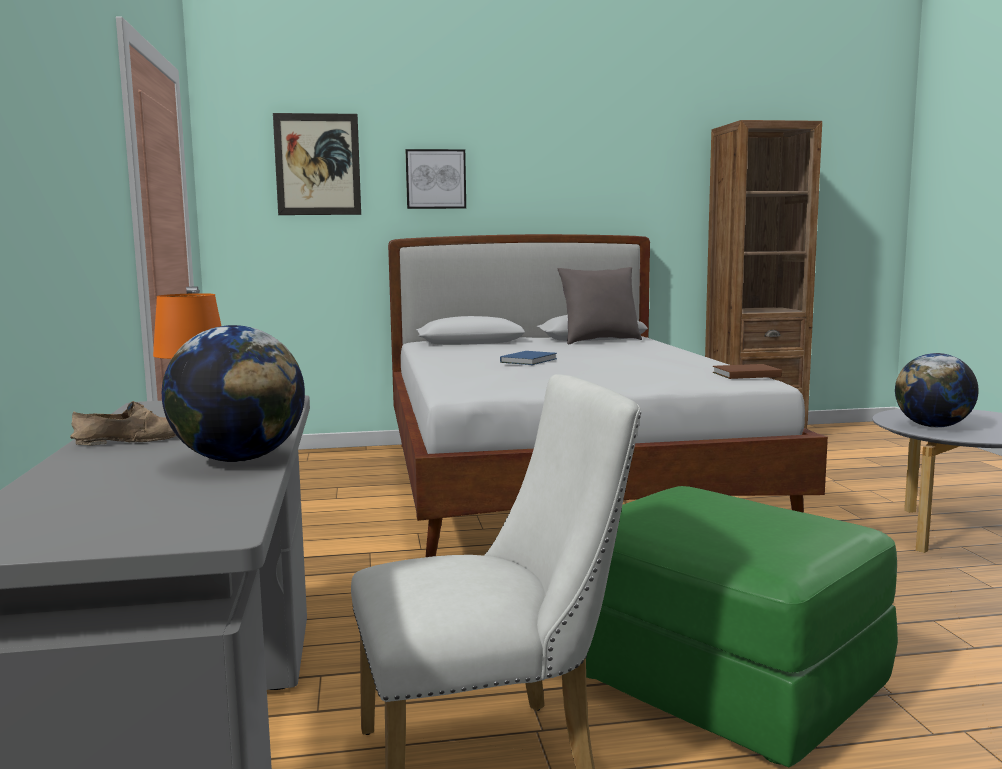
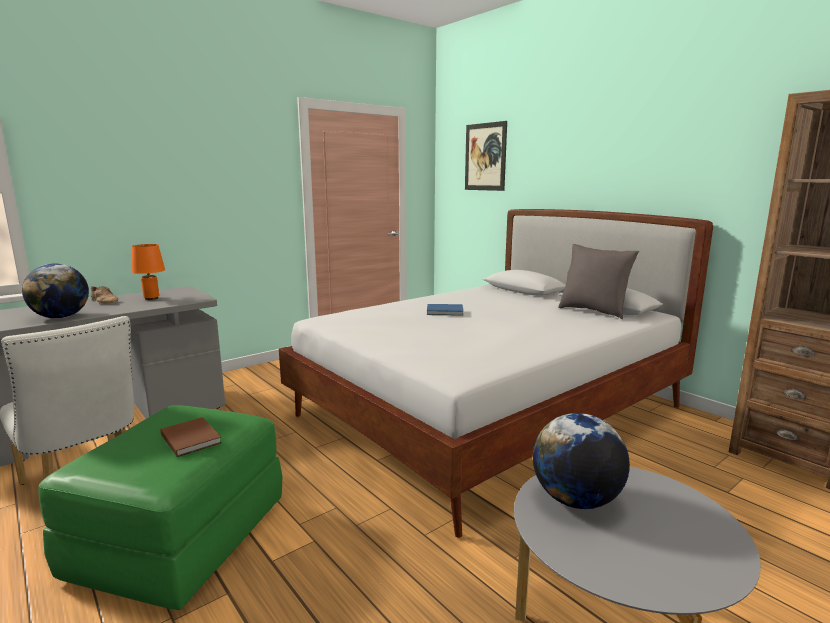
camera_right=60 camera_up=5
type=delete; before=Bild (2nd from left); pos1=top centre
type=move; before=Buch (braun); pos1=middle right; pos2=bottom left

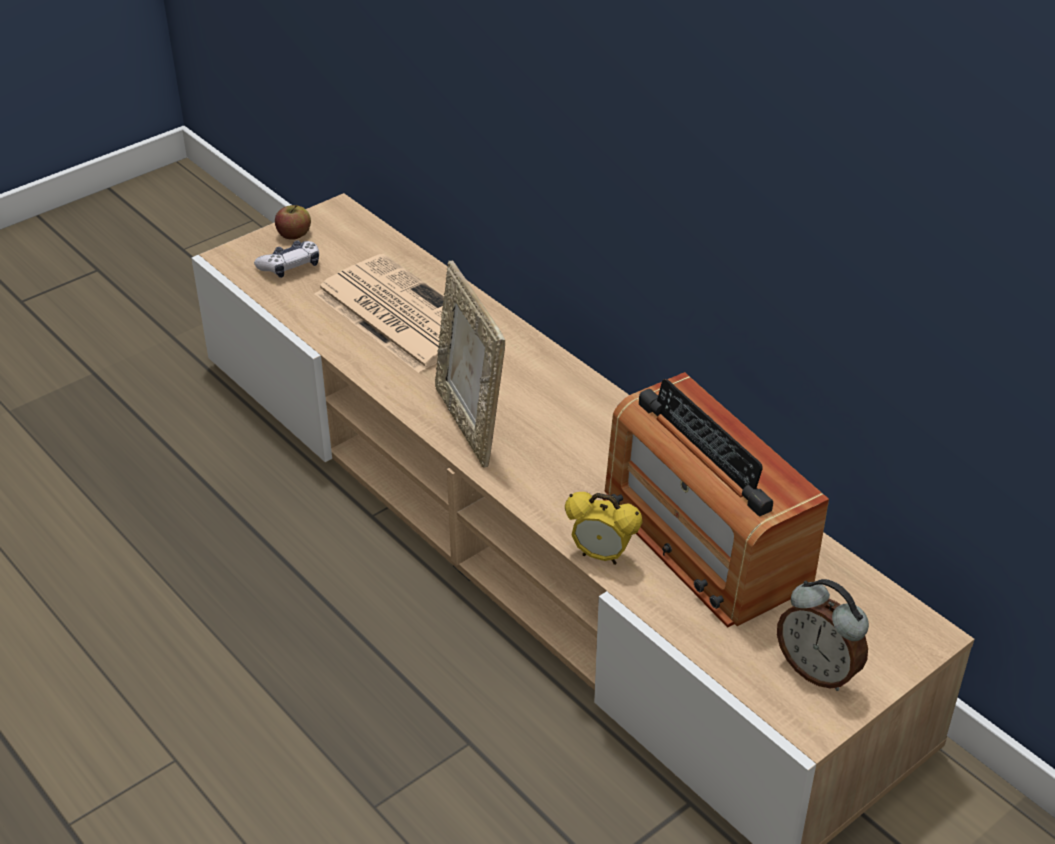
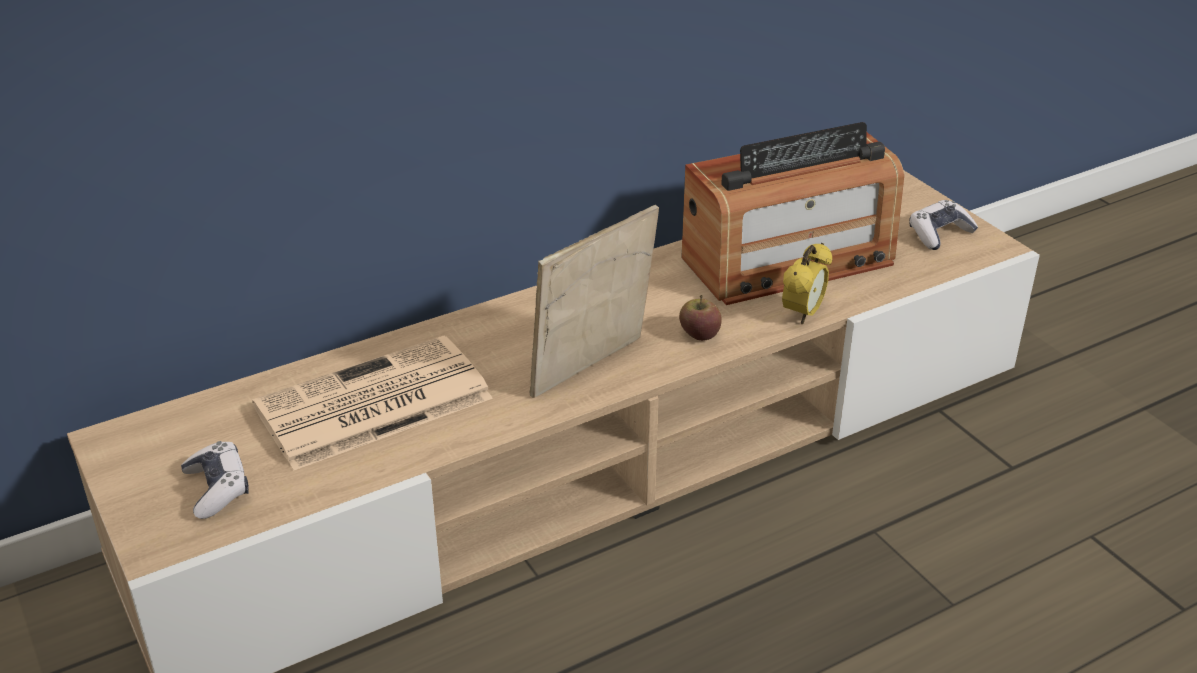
camera_right=-80 camera_up=-5
type=move; before=Apfel; pos1=top left; pos2=centre
type=rotate; before=Bilderrahmen; pos1=centre; pos2=centre; turn=150
type=replace; before=Wecker (2nd from left); after=Gamepad (2nd from left); pos1=bottom right; pos2=middle right

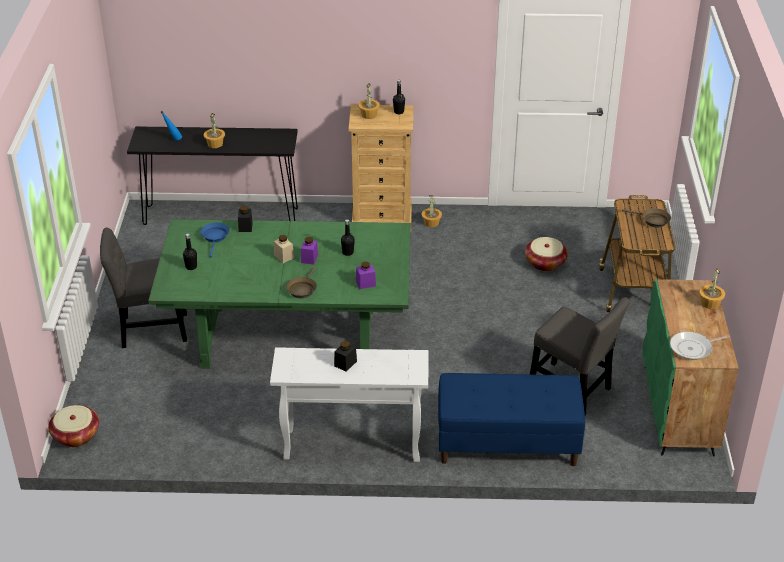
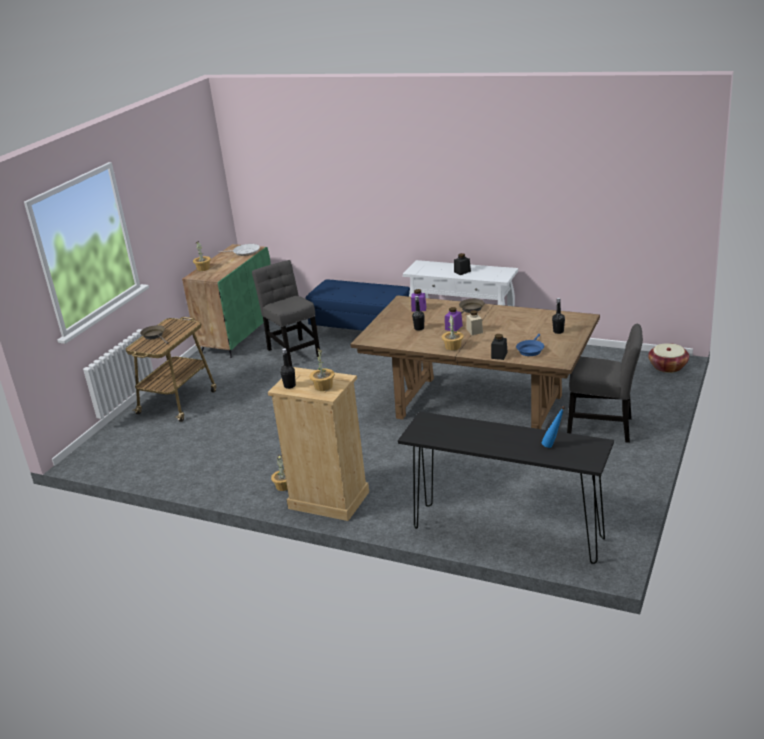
camera_right=-155 camera_up=-10
type=recolor; before=Esstisch (grün); after=Esstisch (braun); pos1=centre; pos2=centre
type=move; before=Topfpflanze (1st from left in the first image); after=Topfpflanze (4th from left); pos1=top left; pos2=centre
type=delete; before=Korb (2nd from left); pos1=middle right

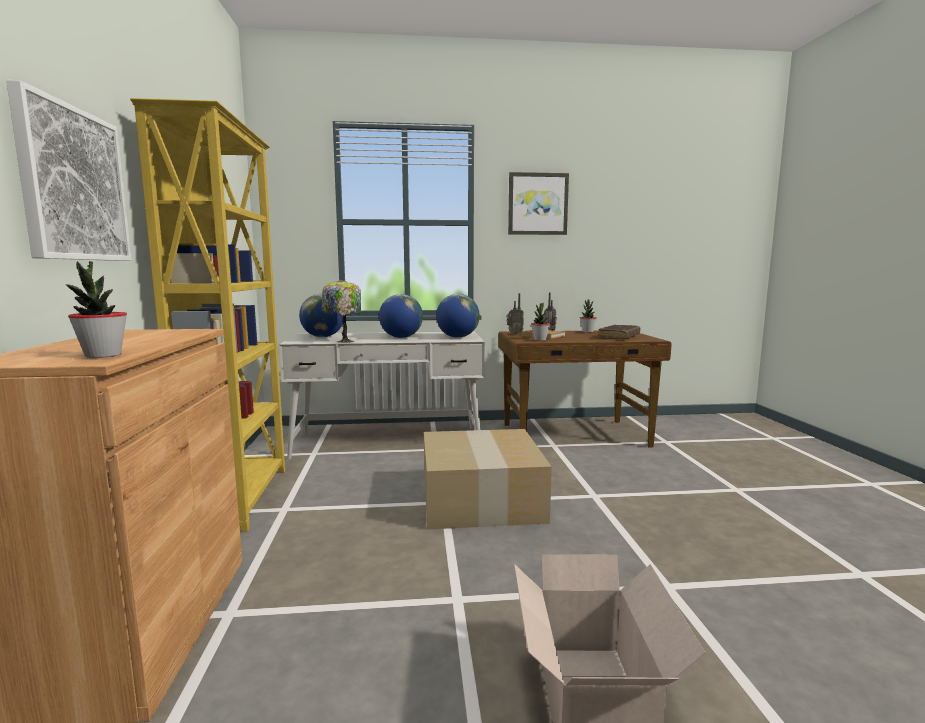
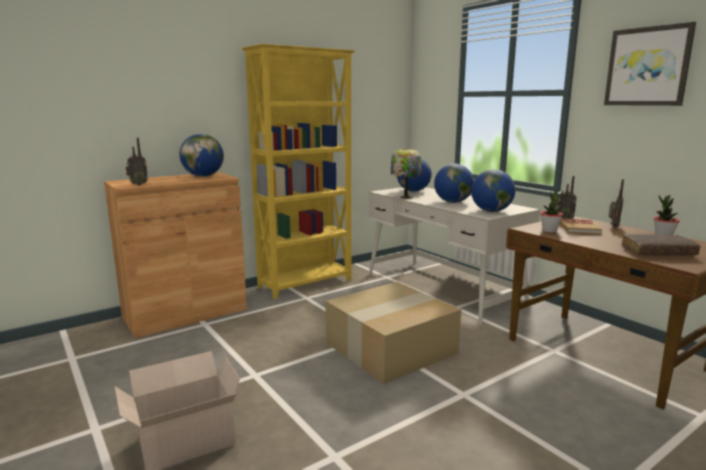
camera_right=60 camera_up=5
type=delete; before=Bild (1st from left); pos1=top left
type=replace; before=Topfpflanze (1st from left); after=Radio (1st from left); pos1=middle left; pos2=middle left
type=insert; after=Globus (1st from left); pos2=top left

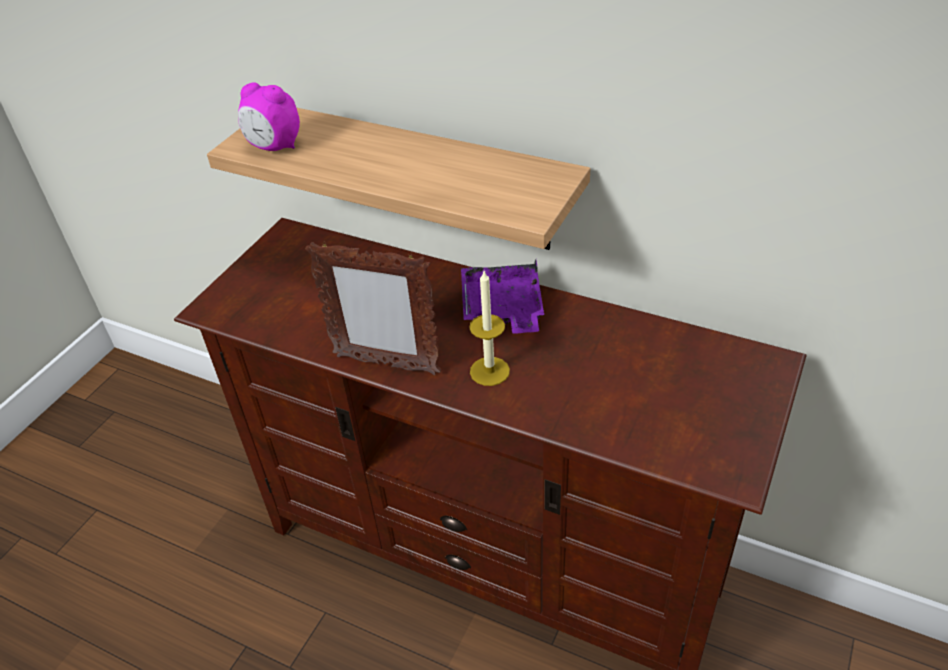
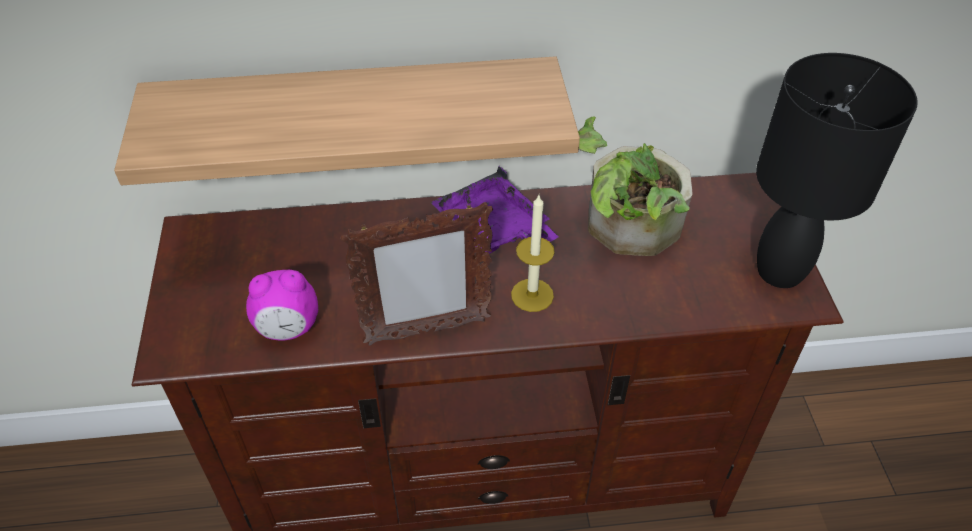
camera_right=-35 camera_up=5
type=move; before=Wecker; pos1=top left; pos2=middle left
type=insert; after=Topfpflanze; pos2=centre
type=insert; after=Tischlampe (schwarz); pos2=top right

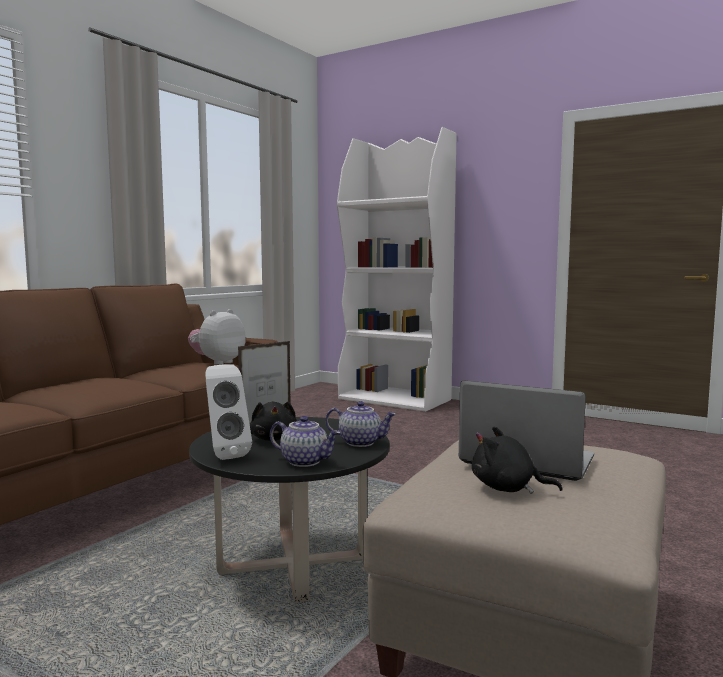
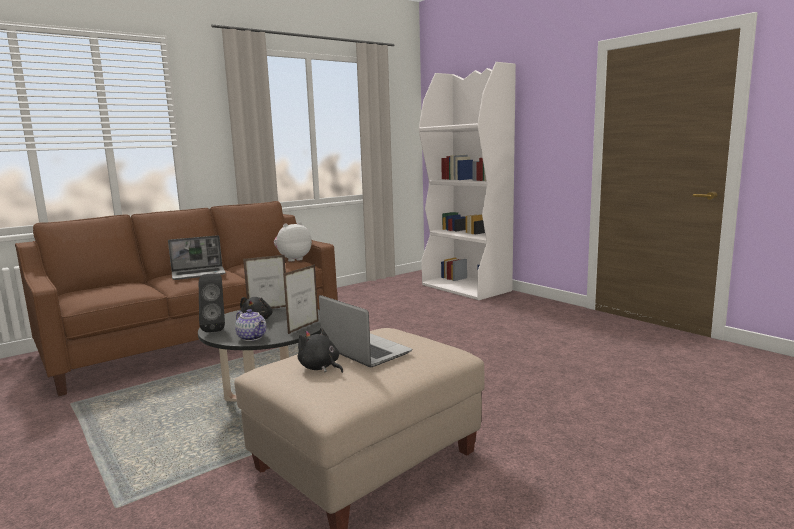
camera_right=20 camera_up=5
type=recolor; before=Lautsprecher (weiß); after=Lautsprecher (schwarz); pos1=middle left; pos2=middle left
type=replace; before=Teekanne (2nd from left); after=Bilderrahmen (2nd from left); pos1=centre; pos2=centre
type=insert; after=Laptop (1st from left); pos2=middle left

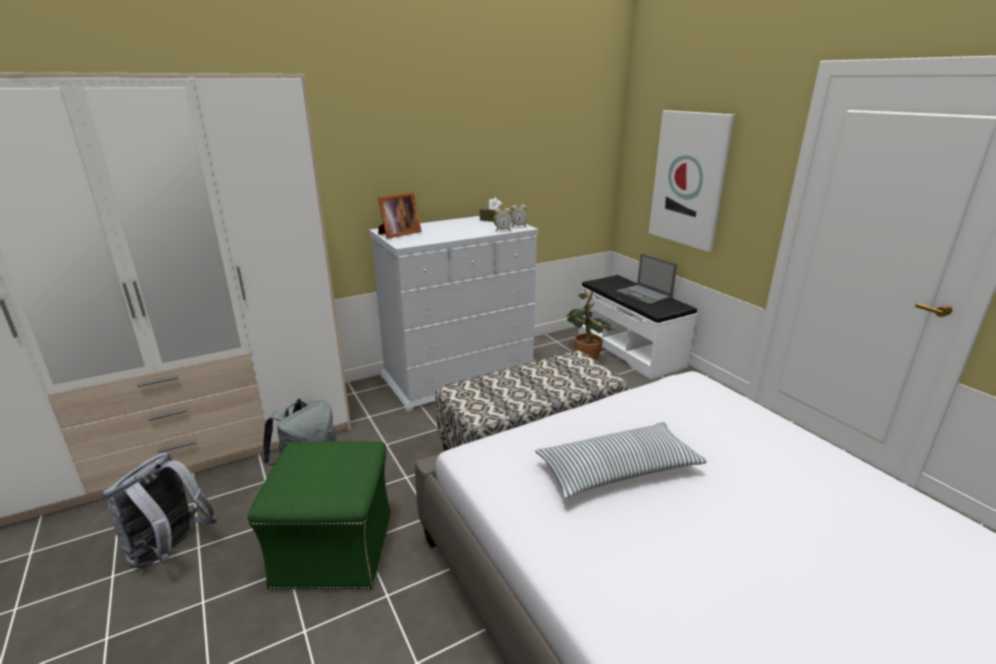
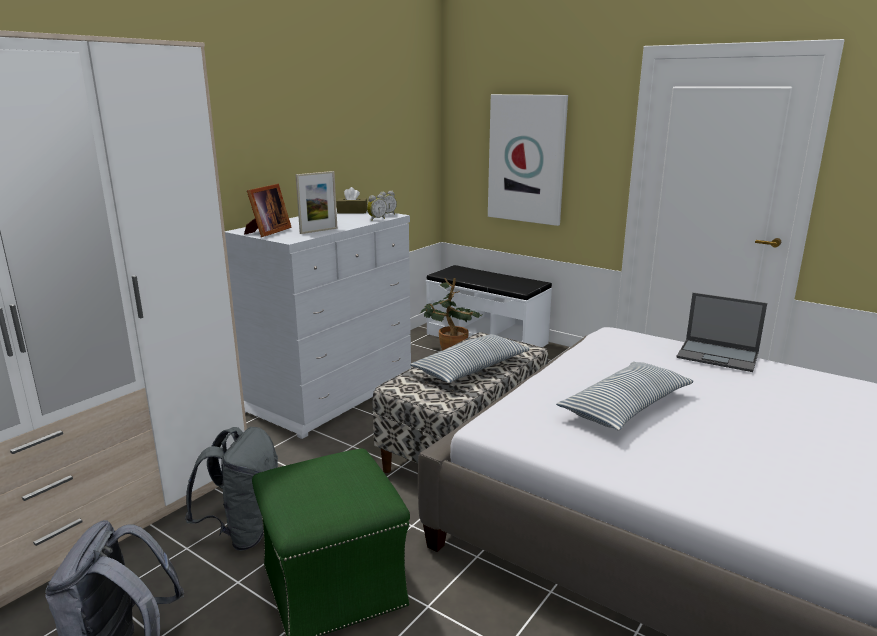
camera_right=-25 camera_up=-5
type=move; before=Laptop; pos1=centre; pos2=middle right
type=insert; after=Bilderrahmen (2nd from left); pos2=top centre
type=insert; after=Kissen (1st from left); pos2=centre

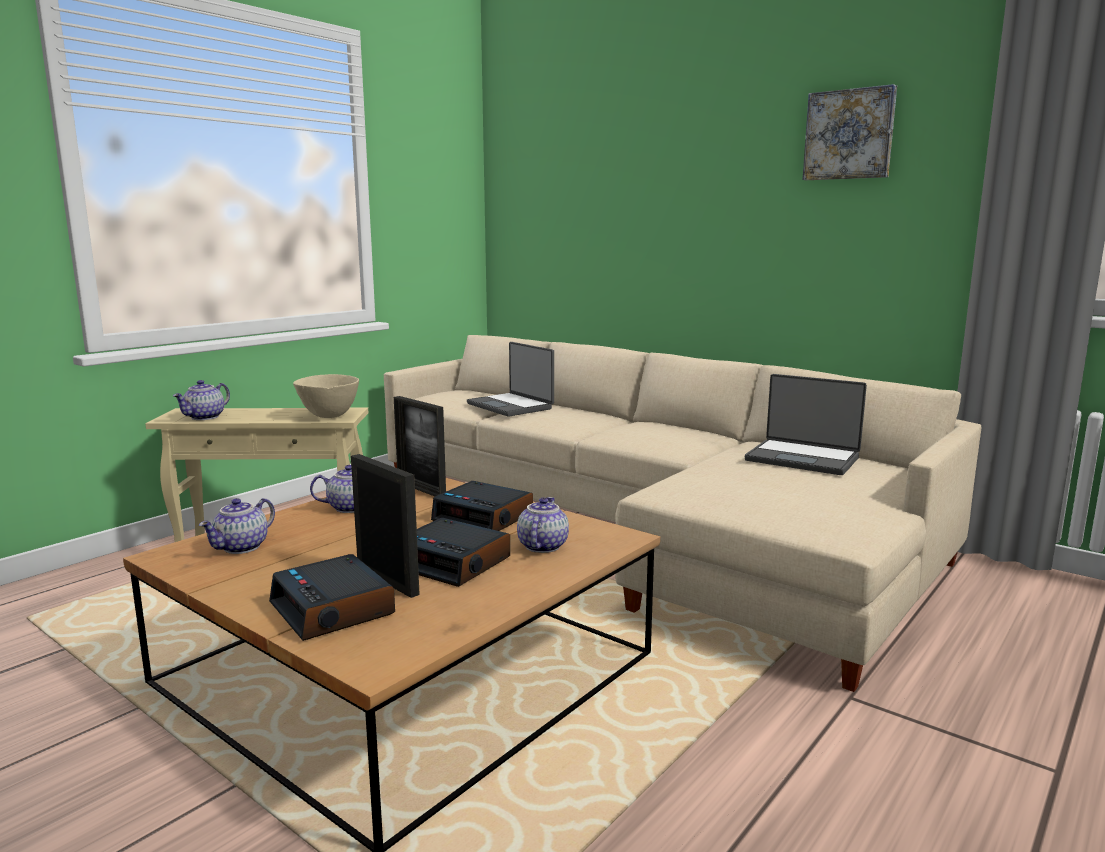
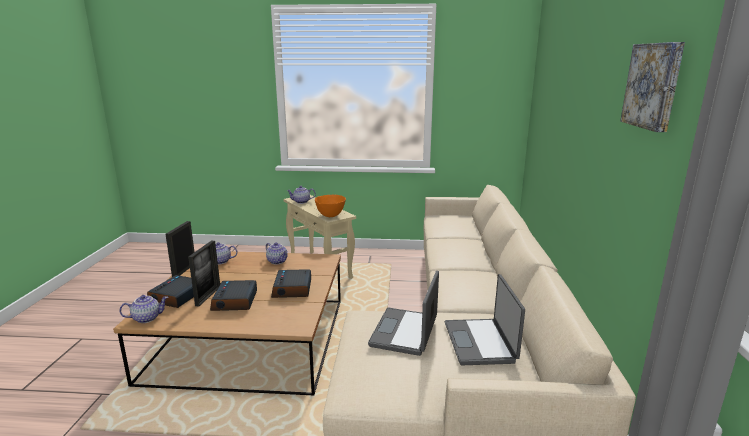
camera_right=55 camera_up=5
type=recolor; before=Schüssel (beige); after=Schüssel (orange); pos1=middle left; pos2=centre
type=move; before=Bilderrahmen (2nd from left in the first image); after=Bilderrahmen (1st from left); pos1=centre; pos2=middle left
type=move; before=Laptop (1st from left); pos1=centre; pos2=bottom centre
type=move; before=Teekanne (4th from left in the first image); after=Teekanne (1st from left); pos1=centre; pos2=bottom left

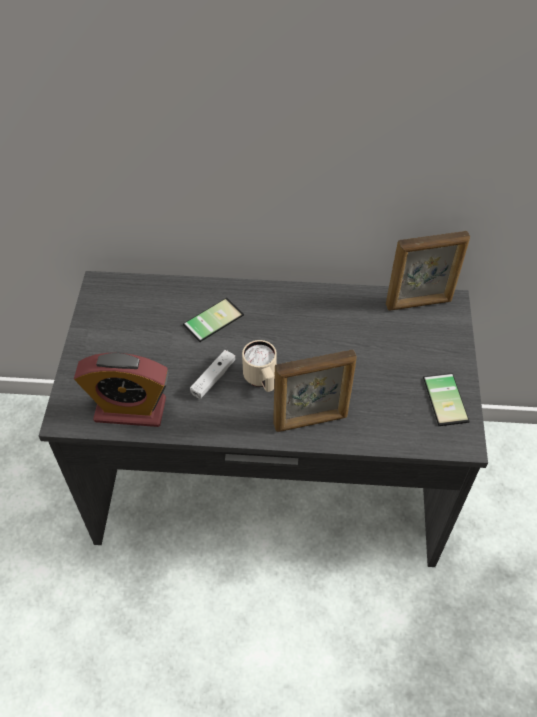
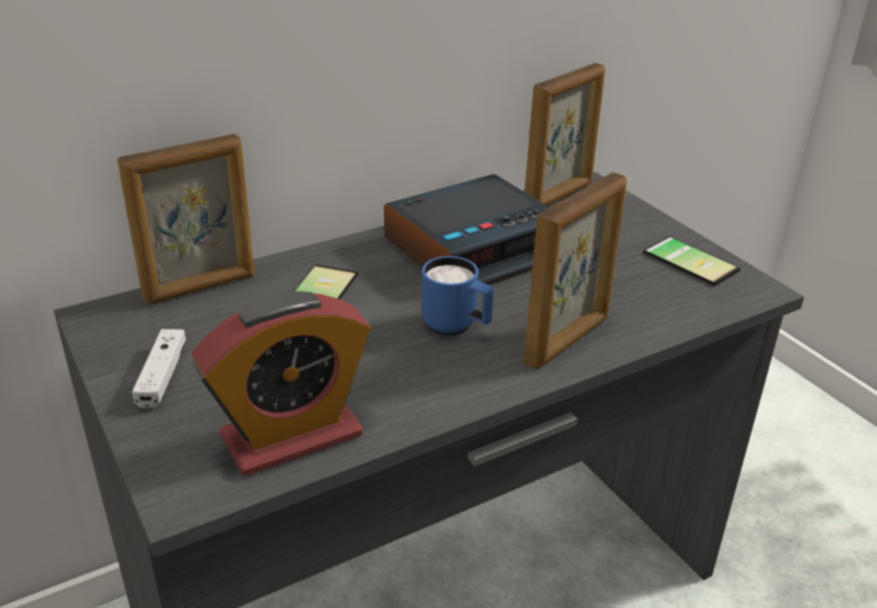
camera_right=-35 camera_up=-20
type=move; before=Gamepad (weiß); pos1=centre; pos2=middle left
type=recolor; before=Henkelbecher (beige); after=Henkelbecher (blau); pos1=centre; pos2=centre
type=insert; after=Bilderrahmen (1st from left); pos2=middle left
type=insert; after=Wecker (2nd from left); pos2=centre

